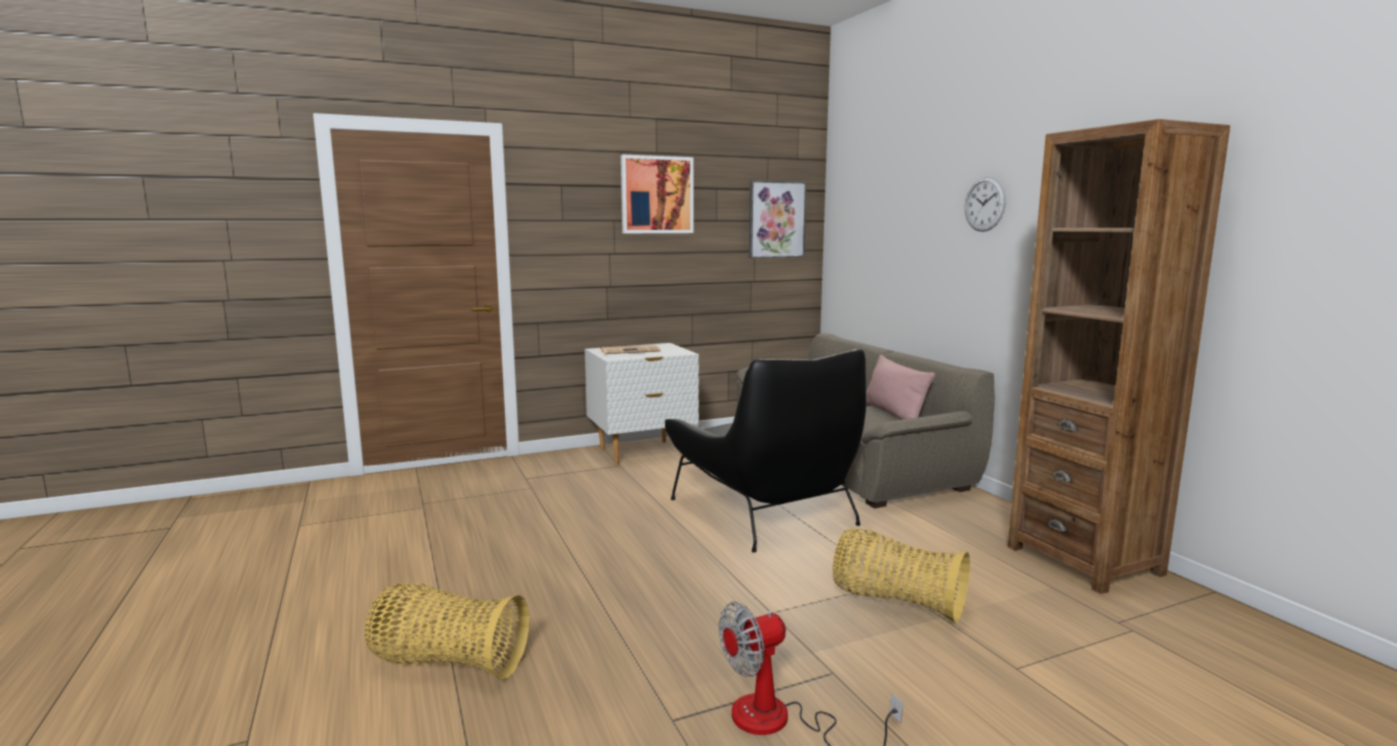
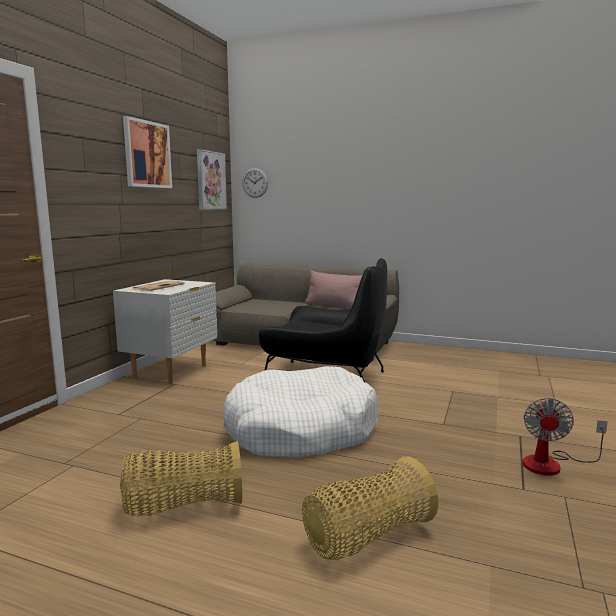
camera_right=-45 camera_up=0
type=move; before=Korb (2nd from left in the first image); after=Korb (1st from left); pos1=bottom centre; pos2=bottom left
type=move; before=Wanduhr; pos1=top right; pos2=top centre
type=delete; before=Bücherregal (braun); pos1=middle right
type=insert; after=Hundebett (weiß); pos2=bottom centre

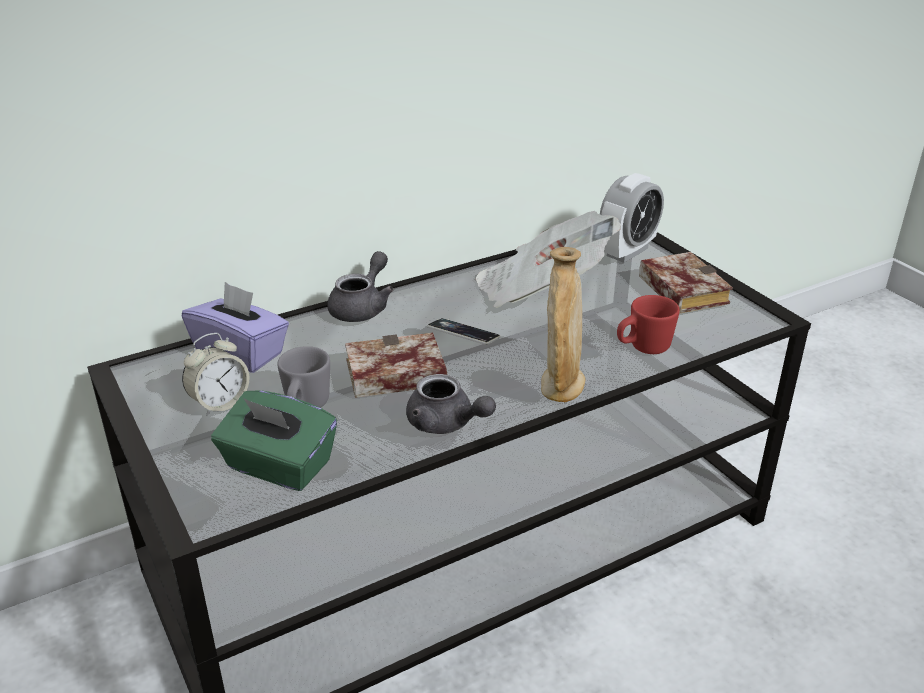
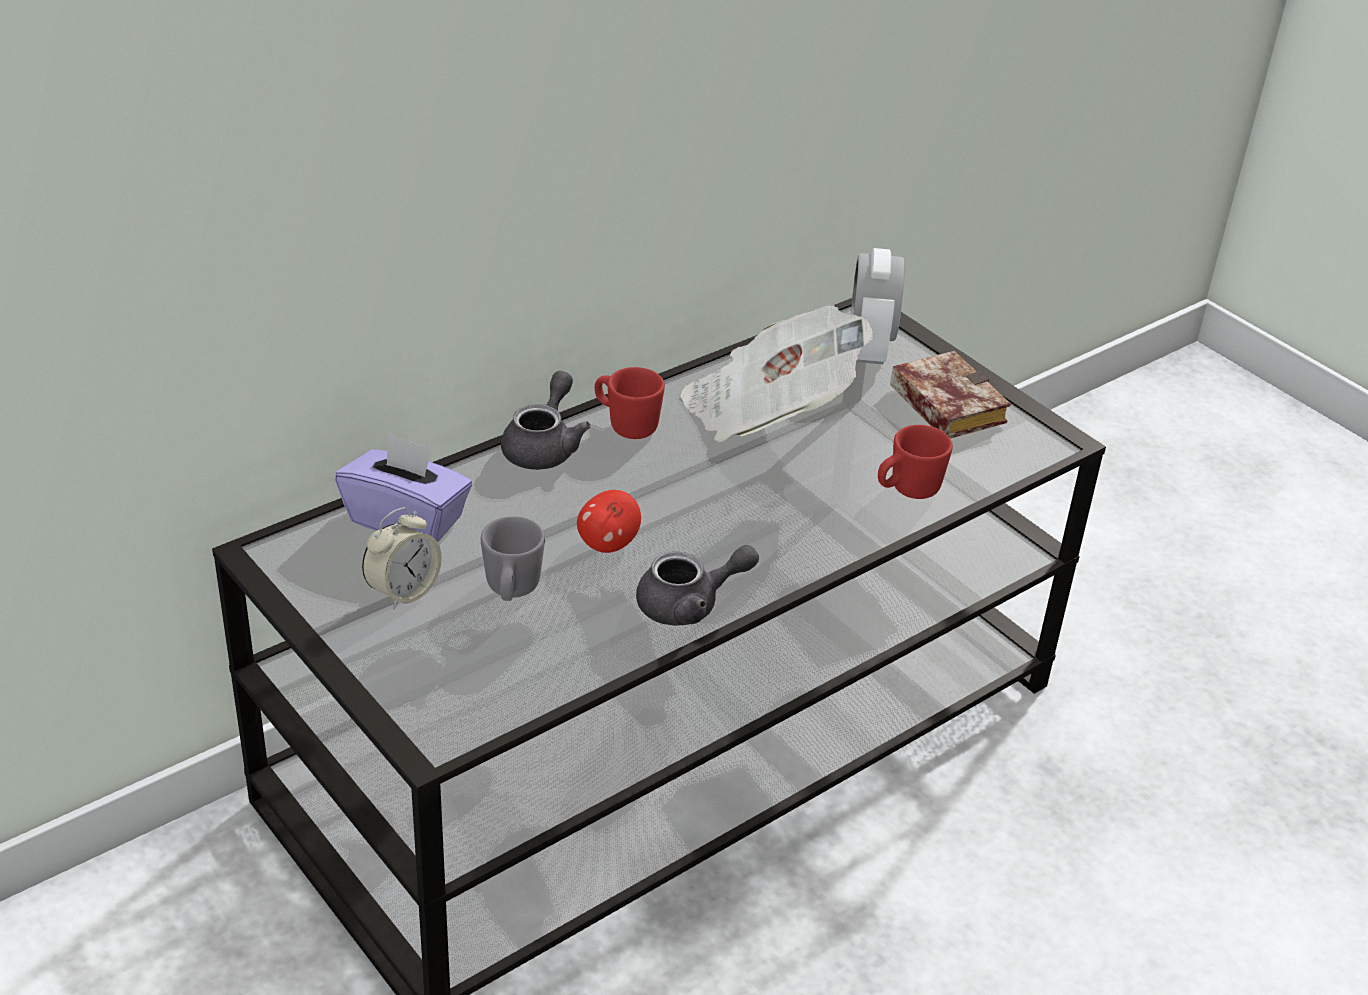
camera_right=-10 camera_up=5
type=delete; before=Taschentuchbox (grün); pos1=middle left
type=replace; before=Buch (1st from left); after=Apfel; pos1=centre; pos2=centre
type=rotate; before=Teekanne (grau) (2nd from left); pos1=centre; pos2=centre; turn=-45
type=delete; before=Handy; pos1=centre
type=delete; before=Vase (beige); pos1=centre
type=rotate; before=Wecker (2nd from left); pos1=top right; pos2=top centre; turn=150
type=insert; after=Henkelbecher (rot) (1st from left); pos2=centre

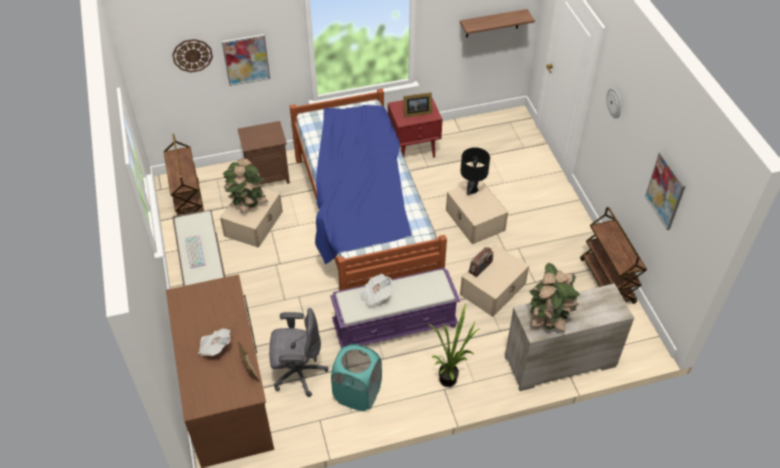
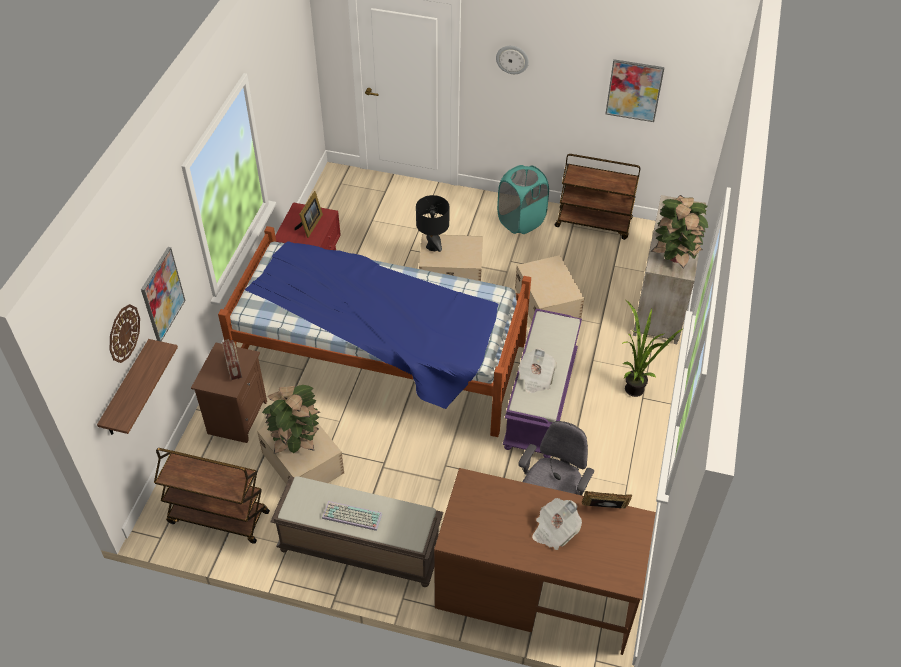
camera_right=-60 camera_up=0
type=move; before=Wäschekorb (türkis); pos1=bottom centre; pos2=top centre
type=move; before=Wandregal; pos1=top centre; pos2=middle left
type=move; before=Radio; pos1=centre; pos2=middle left

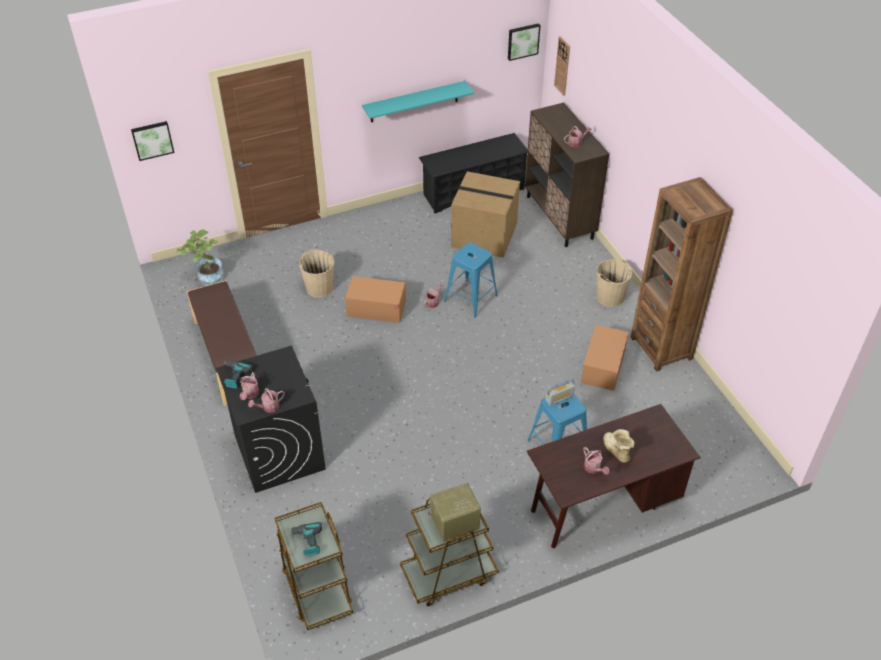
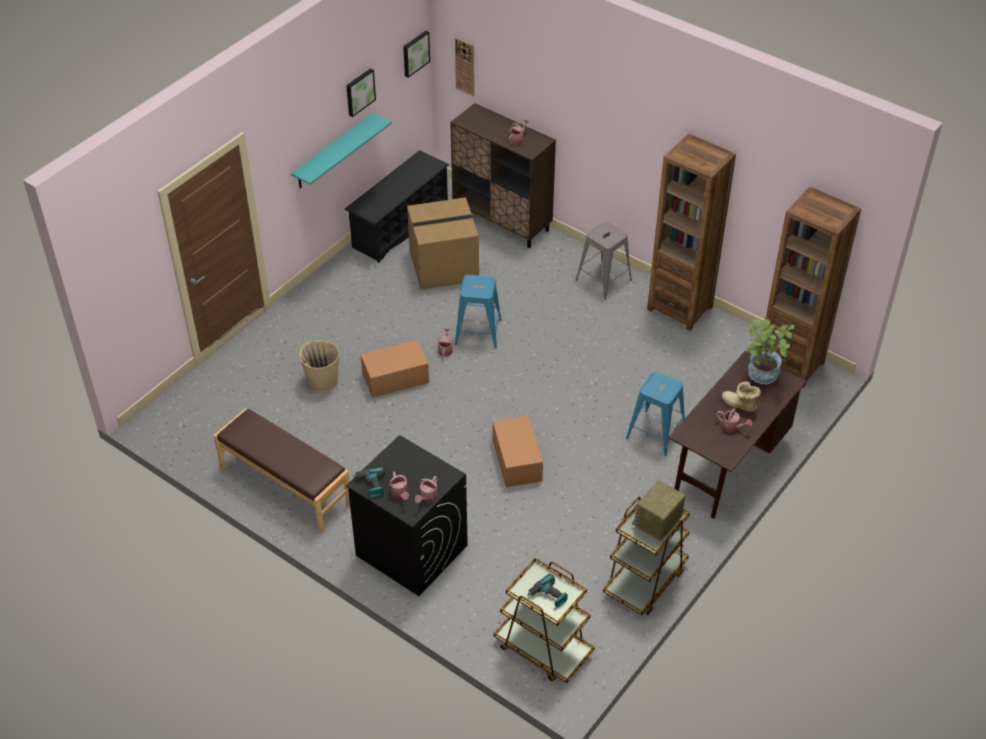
camera_right=-30 camera_up=0
type=move; before=Bild (1st from left); pos1=top left; pos2=top centre
type=move; before=Topfpflanze; pos1=middle left; pos2=middle right
type=delete; before=Radio (2nd from left); pos1=centre
type=move; before=Karton (3rd from left); pos1=middle right; pos2=centre
type=replace; before=Eimer (beige) (2nd from left); after=Hocker (grau); pos1=middle right; pos2=centre
type=insert; after=Bücherregal (braun) (2nd from left); pos2=middle right

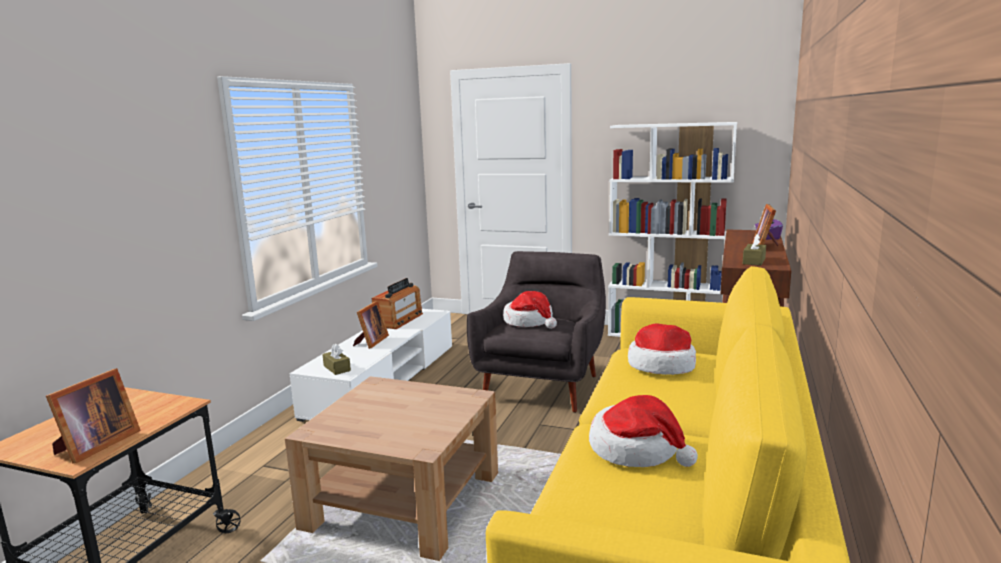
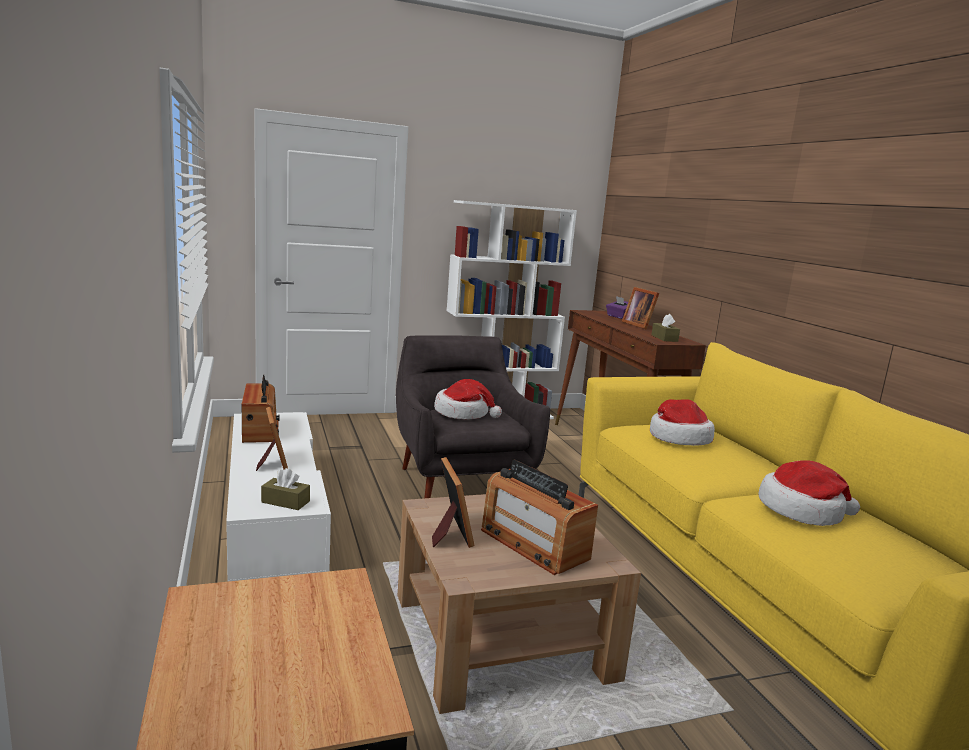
camera_right=-40 camera_up=0
type=move; before=Bilderrahmen (1st from left in the first image); after=Bilderrahmen (2nd from left); pos1=bottom left; pos2=bottom centre
type=insert; after=Radio (2nd from left); pos2=bottom centre

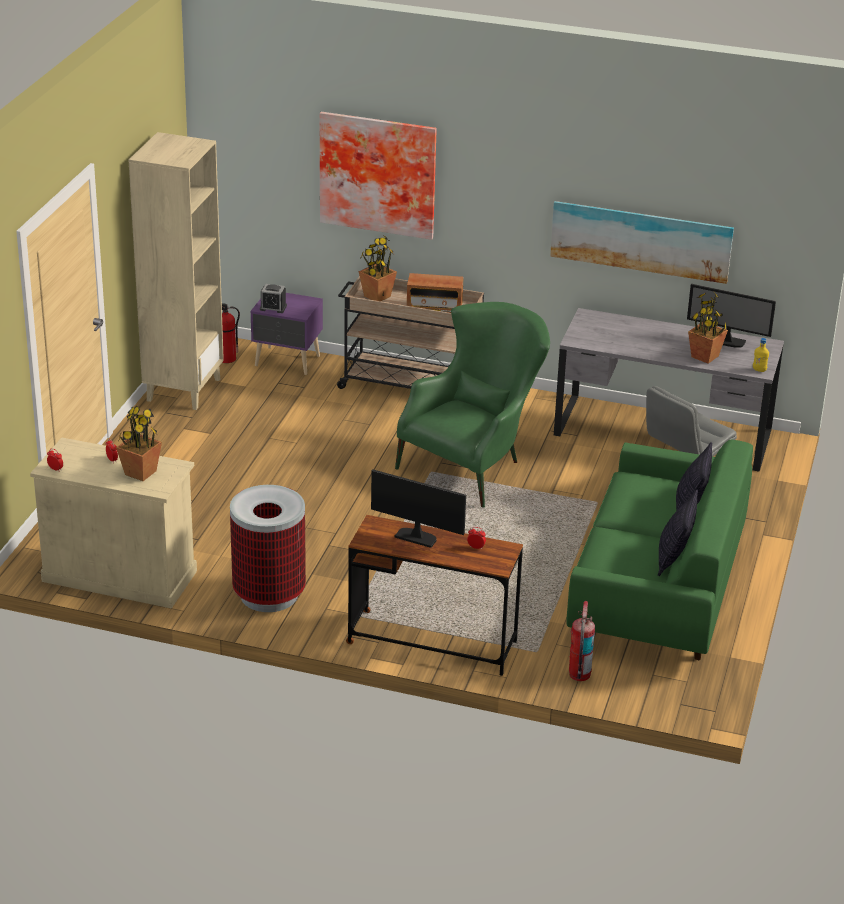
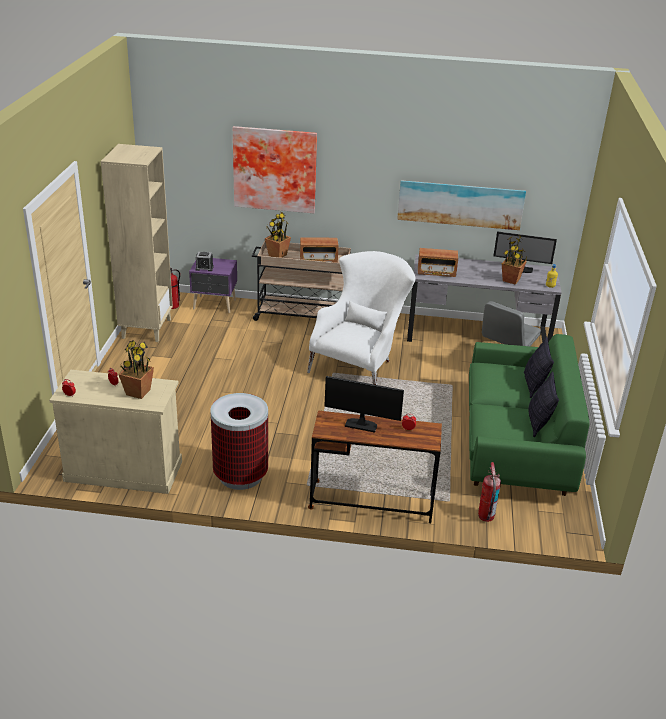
camera_right=-10 camera_up=0
type=recolor; before=Sessel (grün); after=Sessel (weiß); pos1=centre; pos2=centre
type=insert; after=Radio (2nd from left); pos2=centre

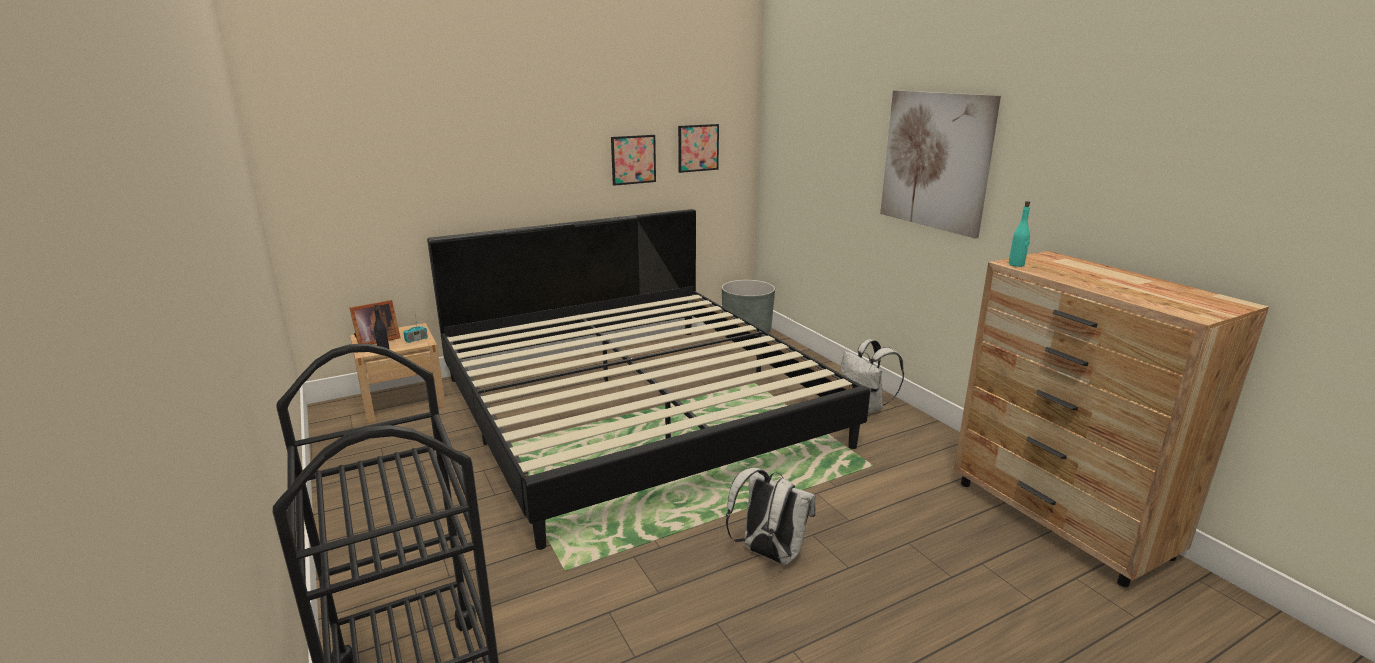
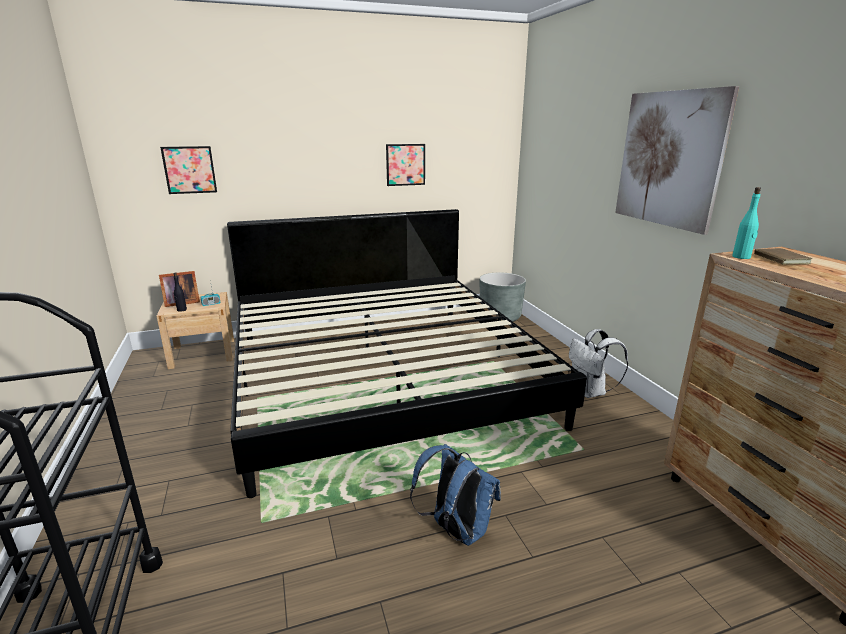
camera_right=10 camera_up=0
type=move; before=Bild (2nd from left in the first image); after=Bild (1st from left); pos1=top centre; pos2=top left
type=recolor; before=Rucksack (weiß) (1st from left); after=Rucksack (blau); pos1=bottom centre; pos2=bottom centre
type=insert; after=Buch (braun); pos2=middle right

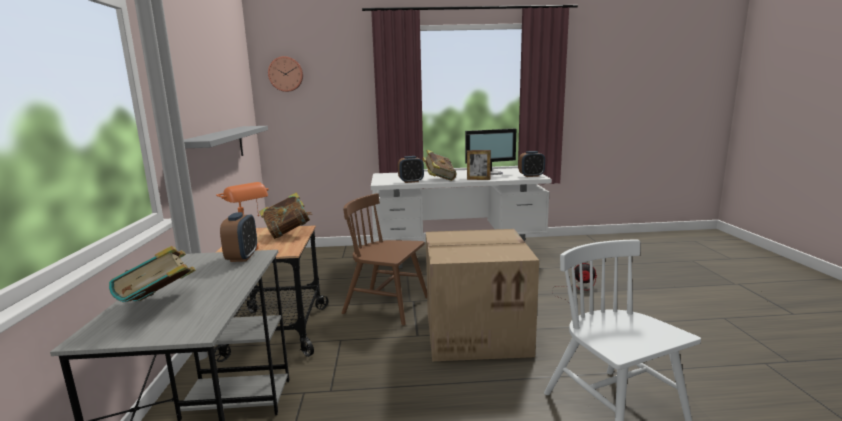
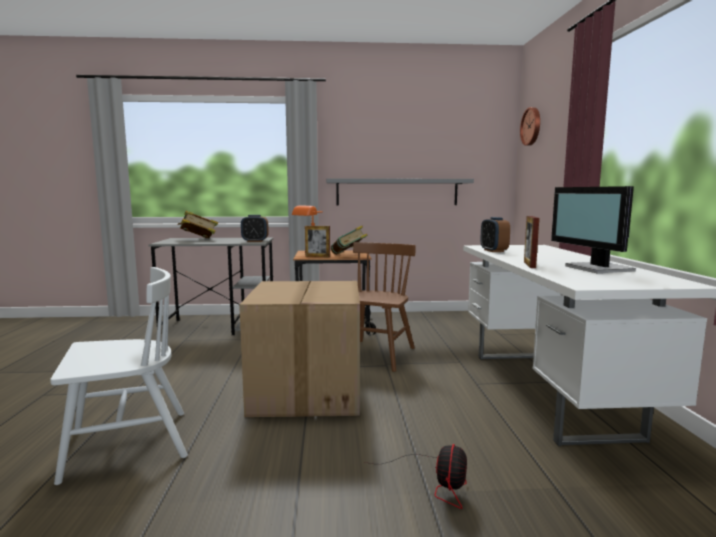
camera_right=90 camera_up=-5
type=delete; before=Buch (3rd from left); pos1=centre
type=delete; before=Wecker (3rd from left); pos1=centre
type=insert; after=Bilderrahmen (1st from left); pos2=centre

